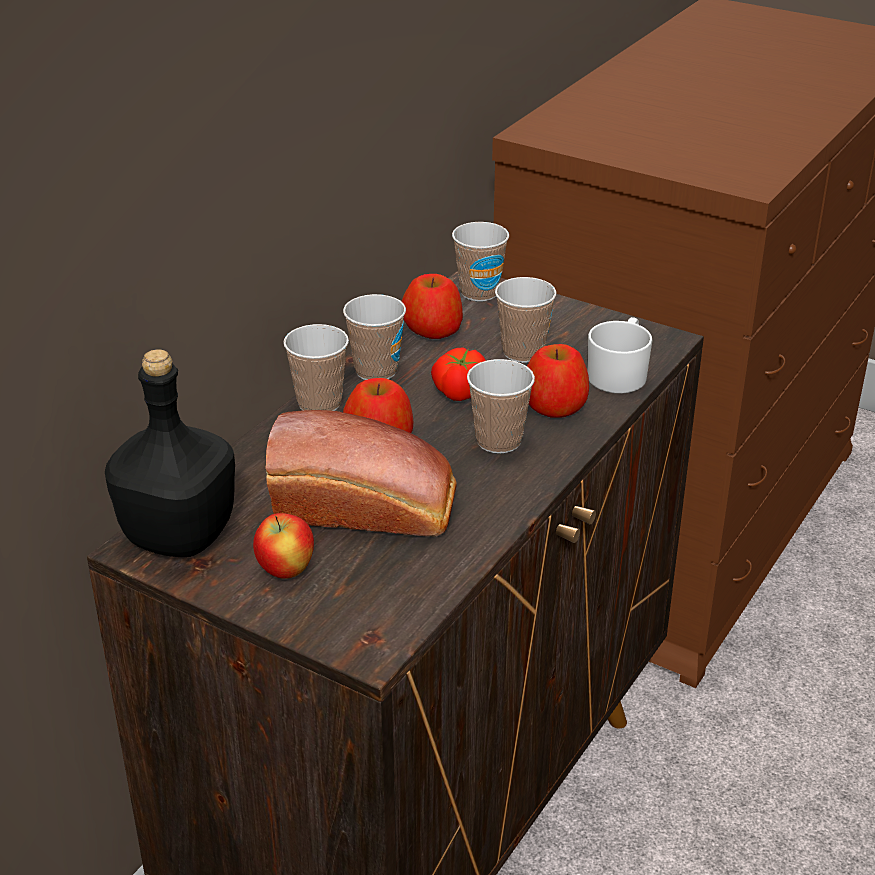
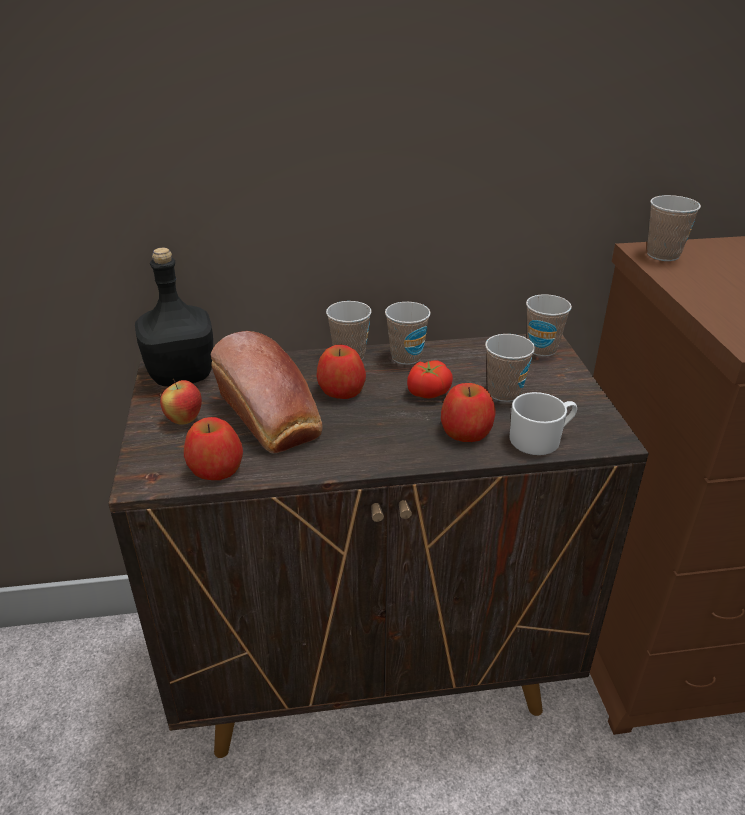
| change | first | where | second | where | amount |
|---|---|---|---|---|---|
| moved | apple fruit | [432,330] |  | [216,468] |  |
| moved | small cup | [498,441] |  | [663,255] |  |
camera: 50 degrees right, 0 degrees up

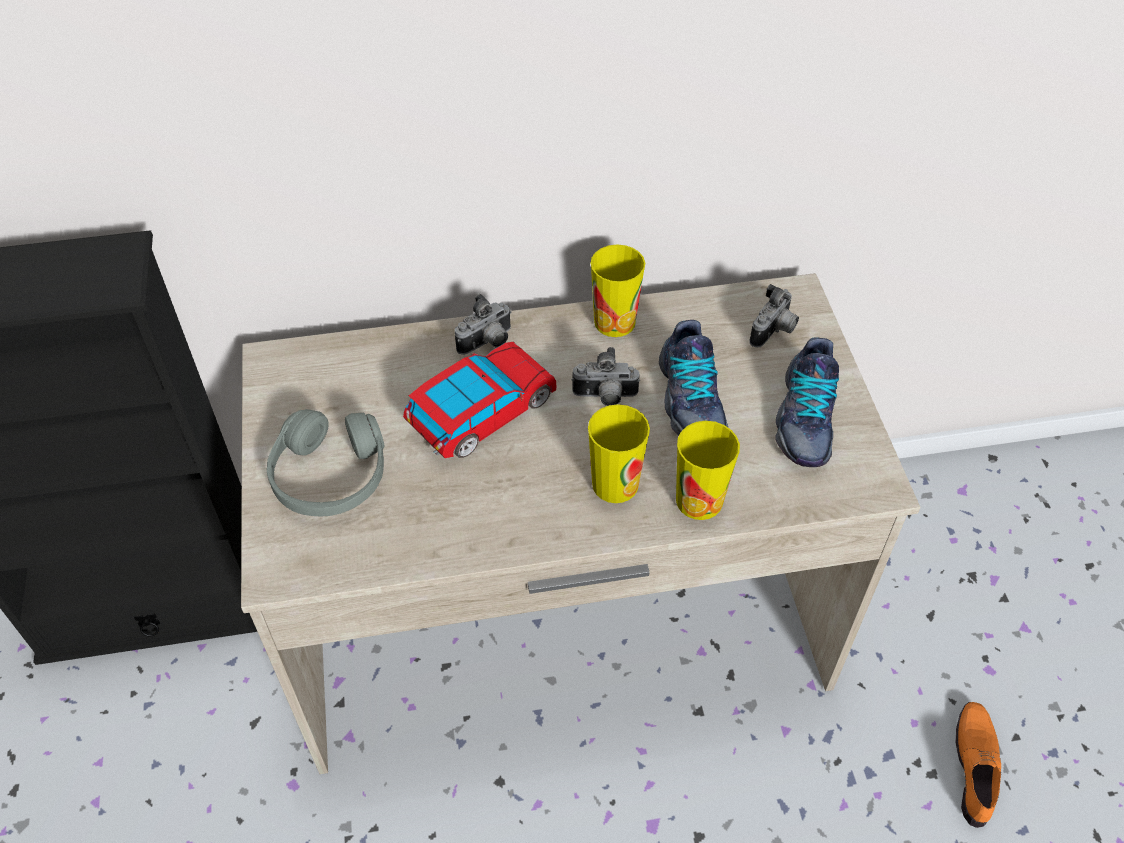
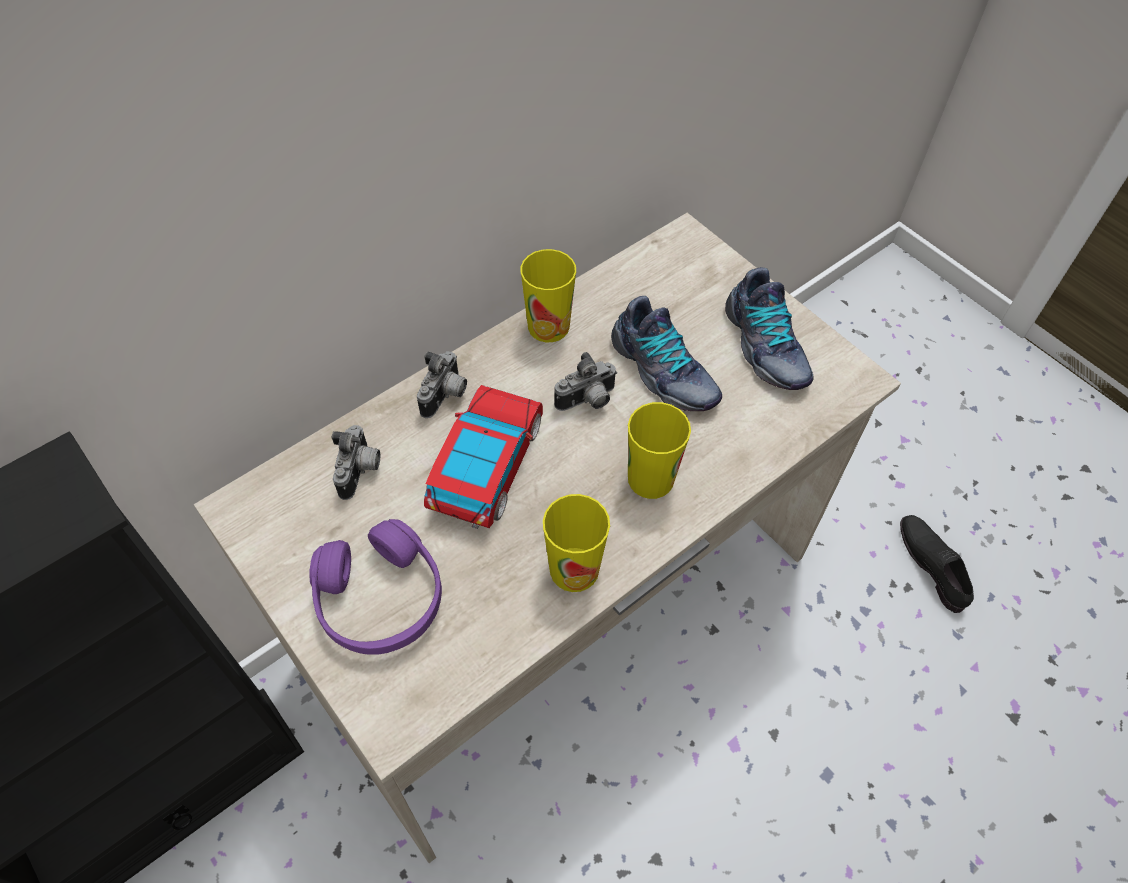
| change | first | where | second | where | amount |
|---|---|---|---|---|---|
| recoloured | gray headphones | [330,475] | purplish headphones | [380,598] |  |
| moved | small cup | [699,500] |  | [574,569] |  |
| moved | still camera | [774,332] |  | [361,471] |  |
| recoloured | orange-coloured item of footwear | [976,766] | blackish item of footwear | [933,564] |  |
camera: 30 degrees left, 5 degrees up

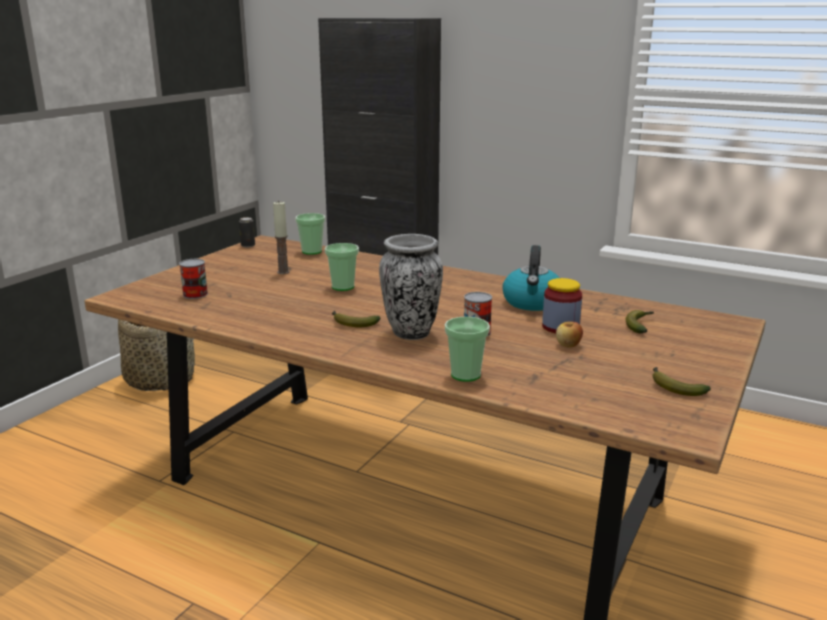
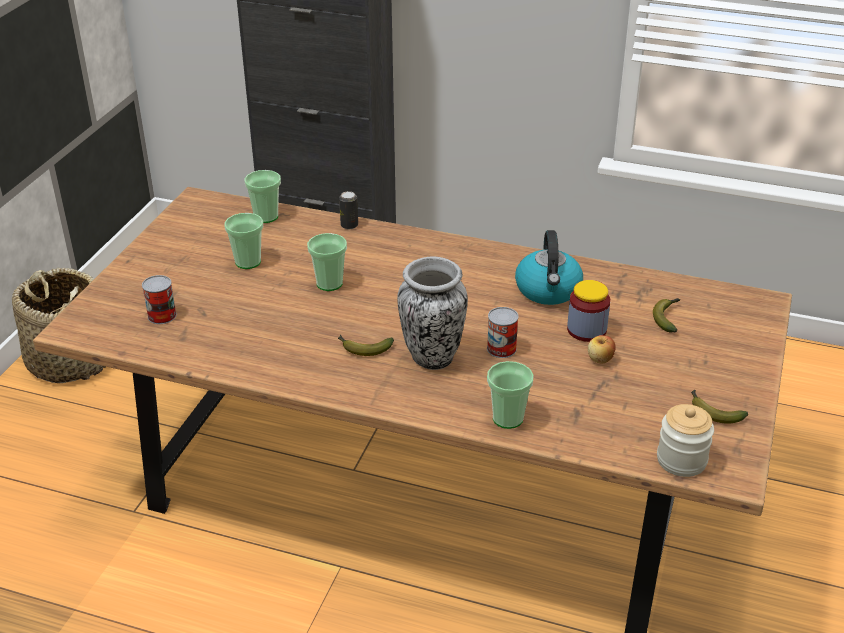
| change | first | where | second | where | amount |
|---|---|---|---|---|---|
| moved | metal can | [248,245] |  | [349,225] |  |
| replaced | candle | [283,272] | small cup | [248,262] |  |
| added |  |  | preserve jar | [681,460] |  |
camera: 10 degrees left, 15 degrees up

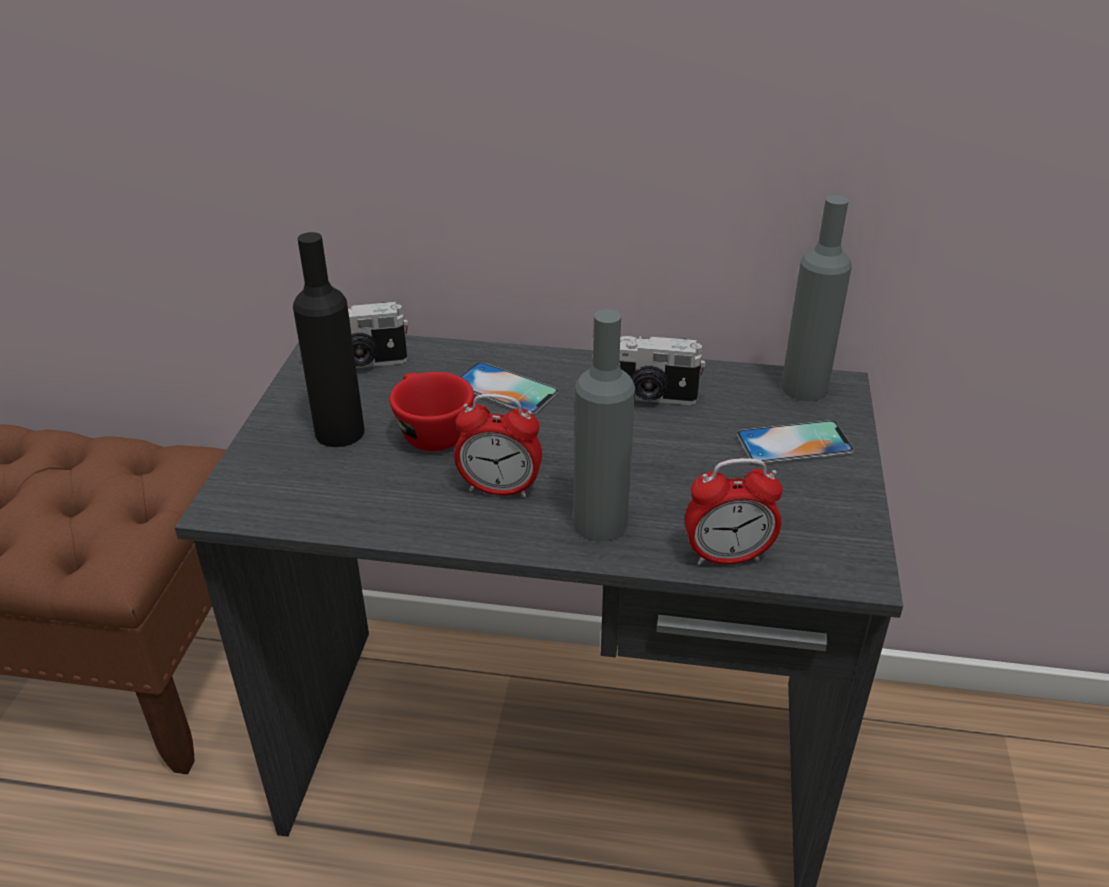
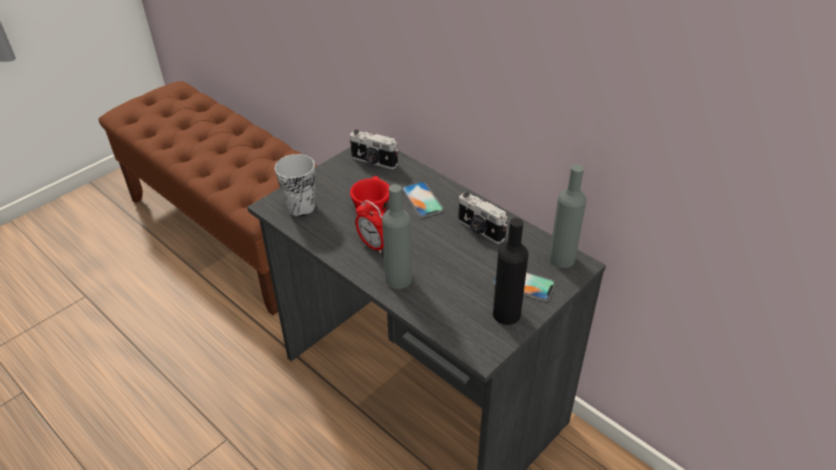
| change | first | where | second | where | amount |
|---|---|---|---|---|---|
| moved | blackish beverage bottle | [340,432] |  | [506,314] |  |
| removed | table clock | [727,556] |  |  |  |
| added |  |  | small cup | [301,207] |  |
camera: 35 degrees right, 5 degrees up

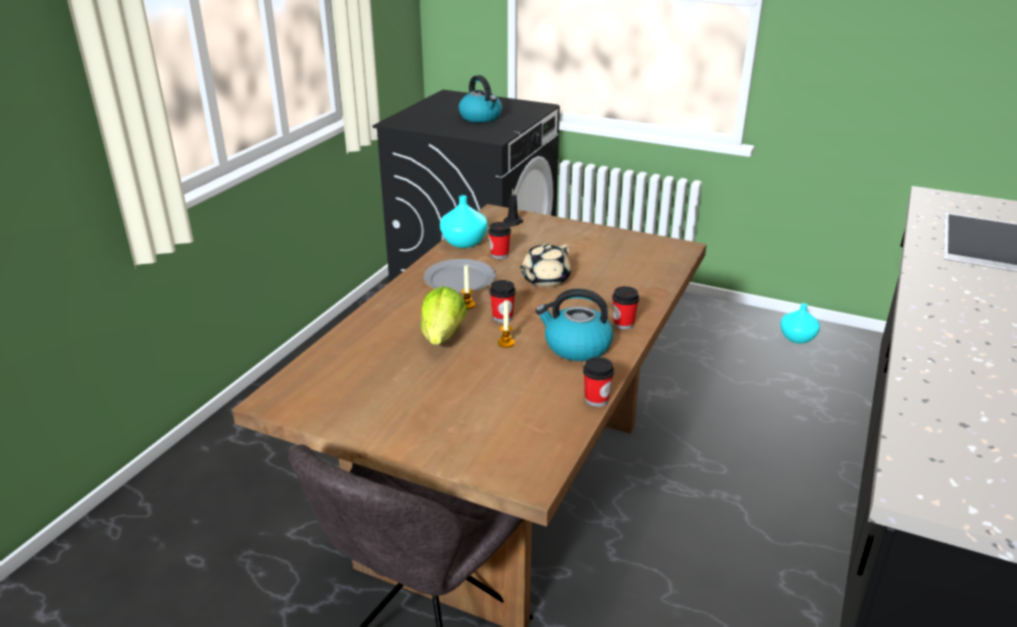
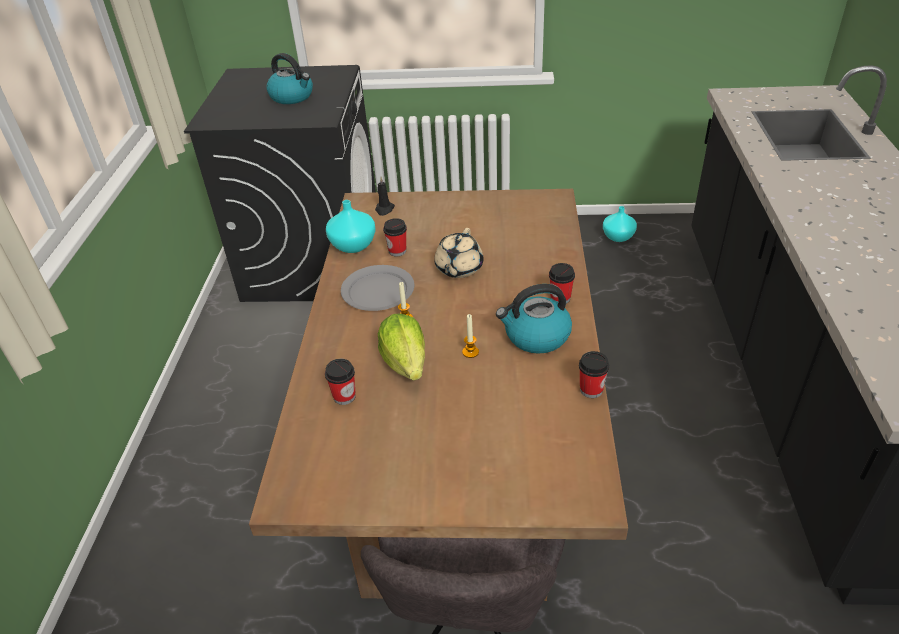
| change | first | where | second | where | amount |
|---|---|---|---|---|---|
| moved | small cup | [502,317] |  | [344,396] |  |
camera: 20 degrees left, 10 degrees up

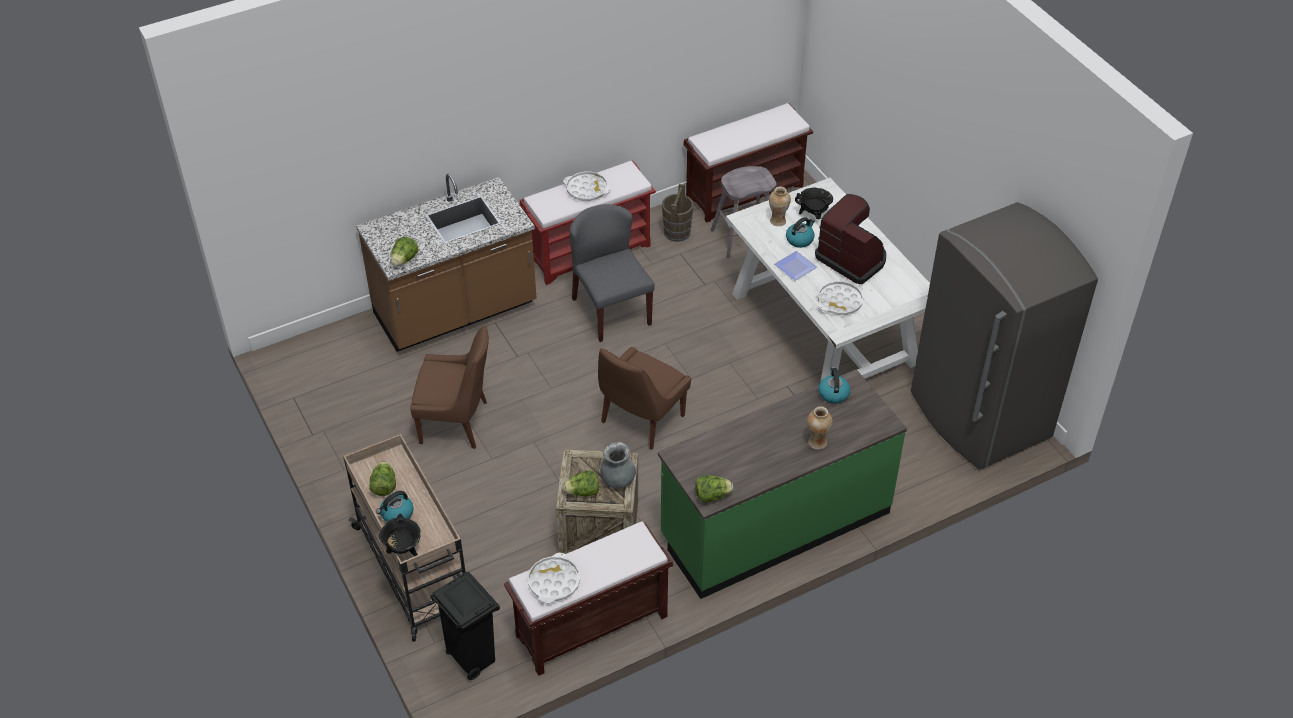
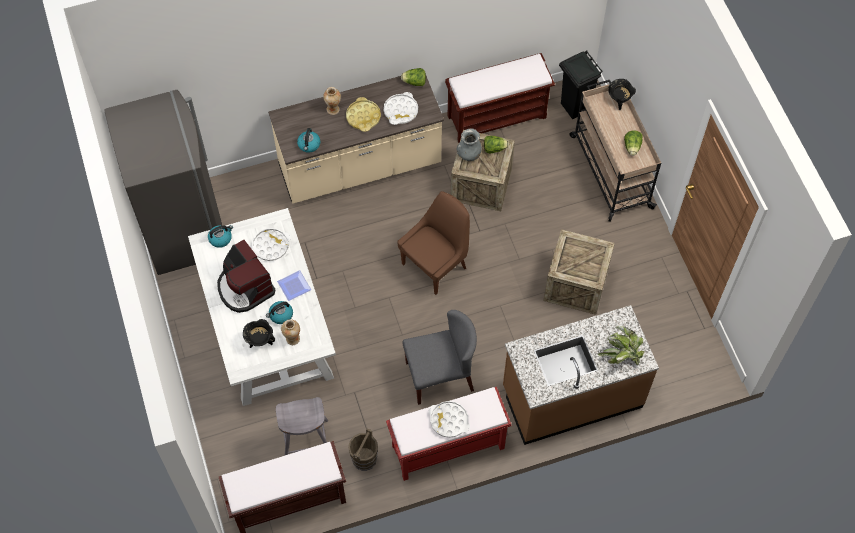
| change | first | where | second | where | amount |
|---|---|---|---|---|---|
| moved | water kettle | [396,514] |  | [221,238] |  |
| removed | lettuce | [404,260] |  |  |  |
| replaced | brown-coloured upright chair | [457,423] | crate | [576,284] |  |
| moved | white serving tray | [554,582] |  | [401,111] |  |
| turned | gray upright chair | [611,311] |  | [440,376] | 90 degrees counterclockwise |
| recoloured | green-coloured kitchen counter | [774,525] | beige kitchen counter | [360,167] |  |
| added |  |  | yellowish serving tray | [363,117] |  |
| added |  |  | houseplant | [621,355] |  |
camera: 170 degrees left, 15 degrees up

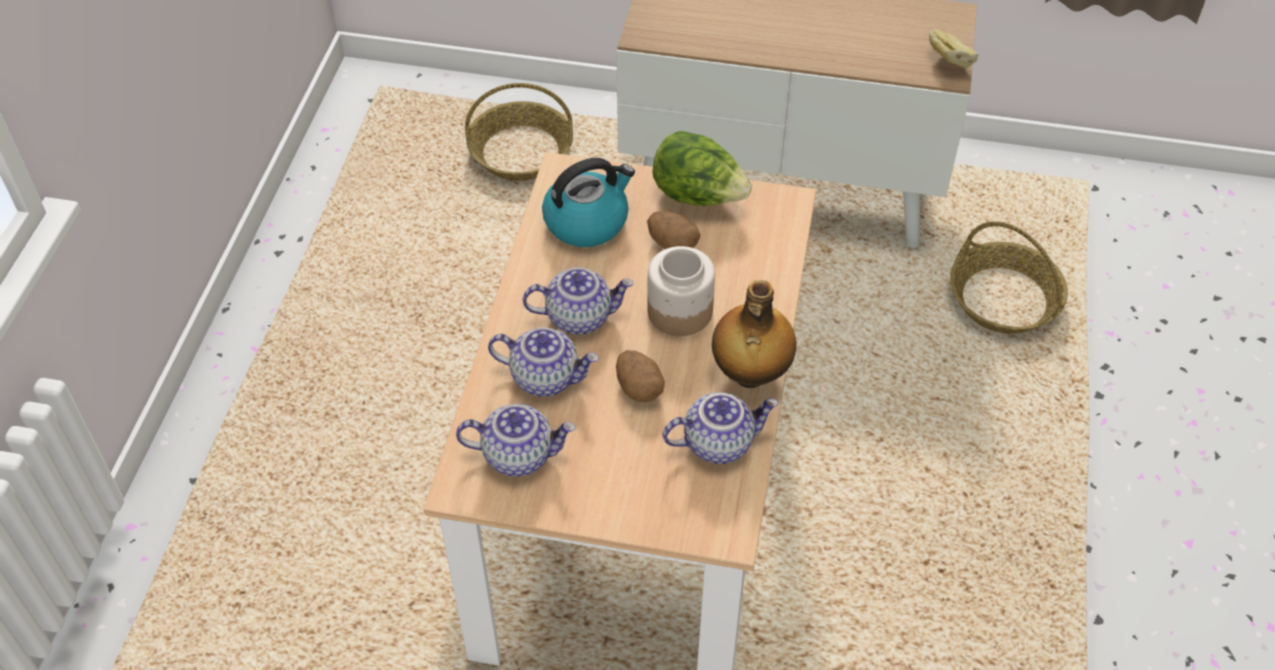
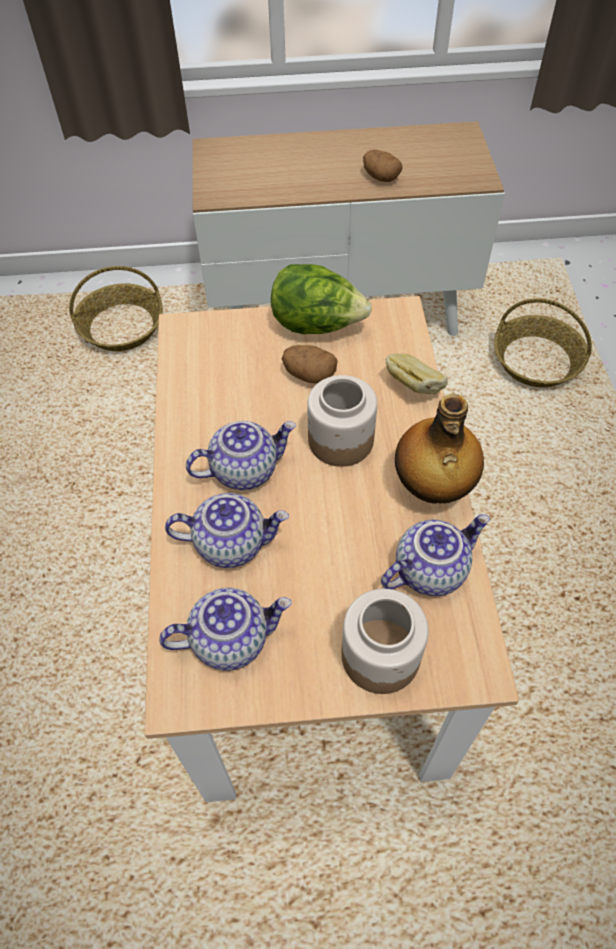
| change | first | where | second | where | amount |
|---|---|---|---|---|---|
| removed | water kettle | [587,221] |  |  |  |
| moved | spud | [639,388] |  | [381,177] |  |
| moved | bread | [948,63] |  | [413,388] |  |
| added |  |  | preserve jar | [381,655] |  |
camera: 15 degrees left, 5 degrees up

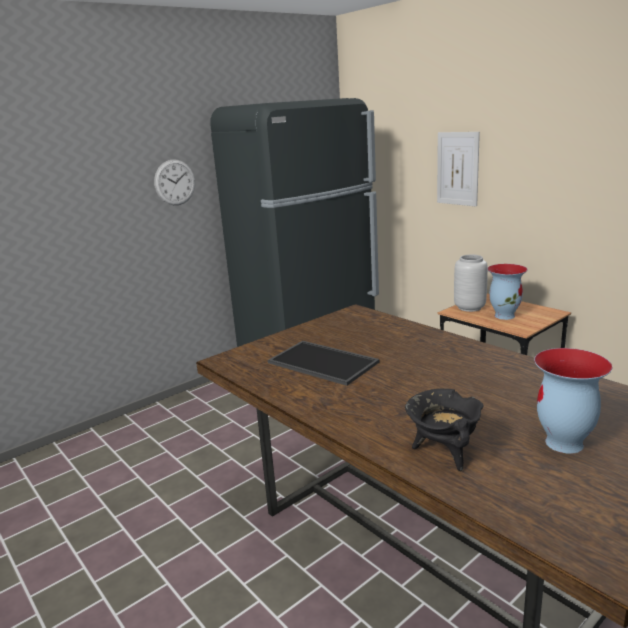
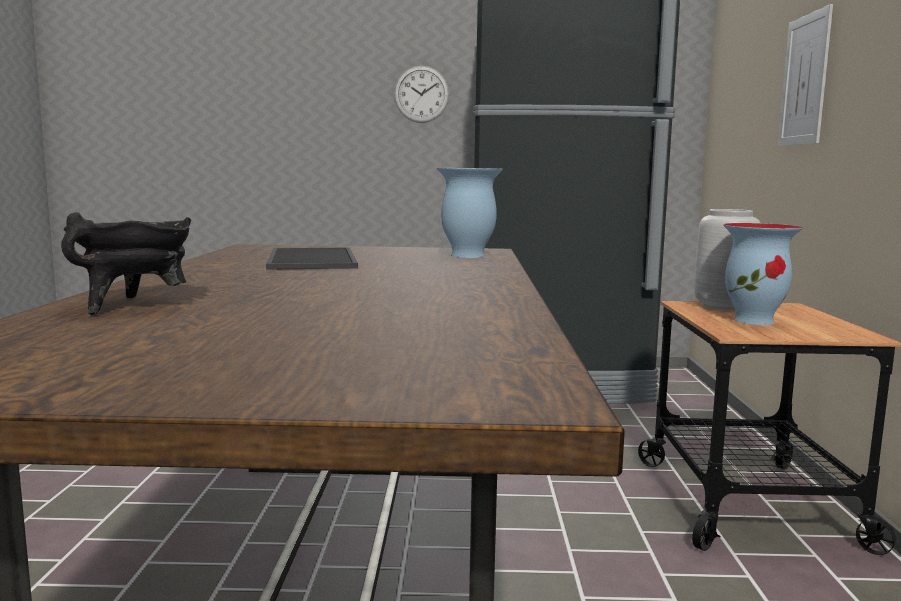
| change | first | where | second | where | amount |
|---|---|---|---|---|---|
| moved | vase | [564,444] |  | [467,256] |  |
camera: 40 degrees right, 10 degrees down

